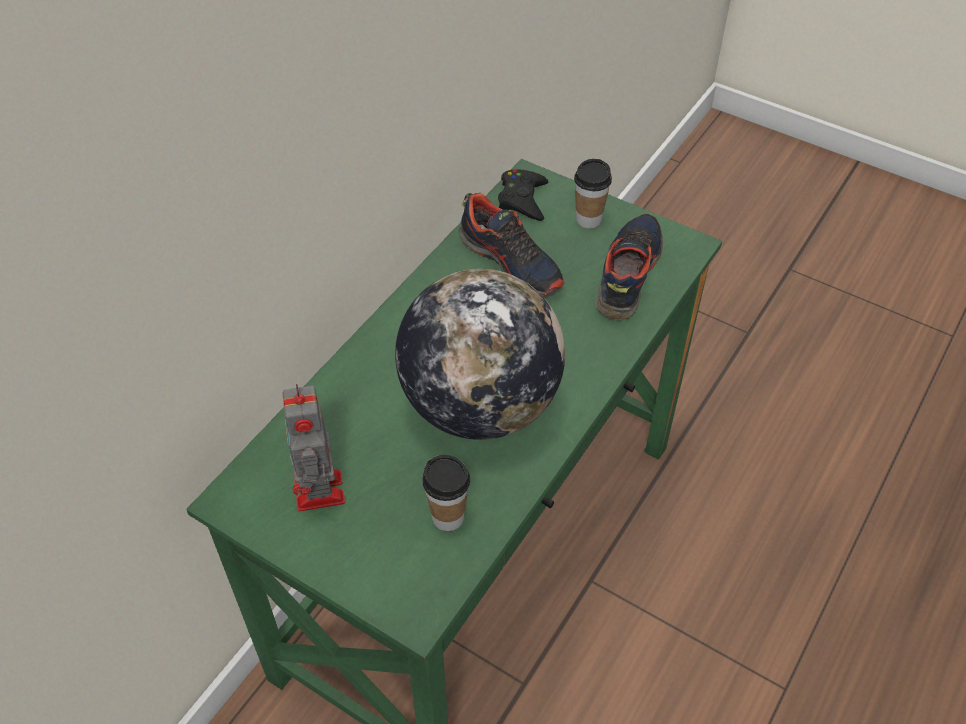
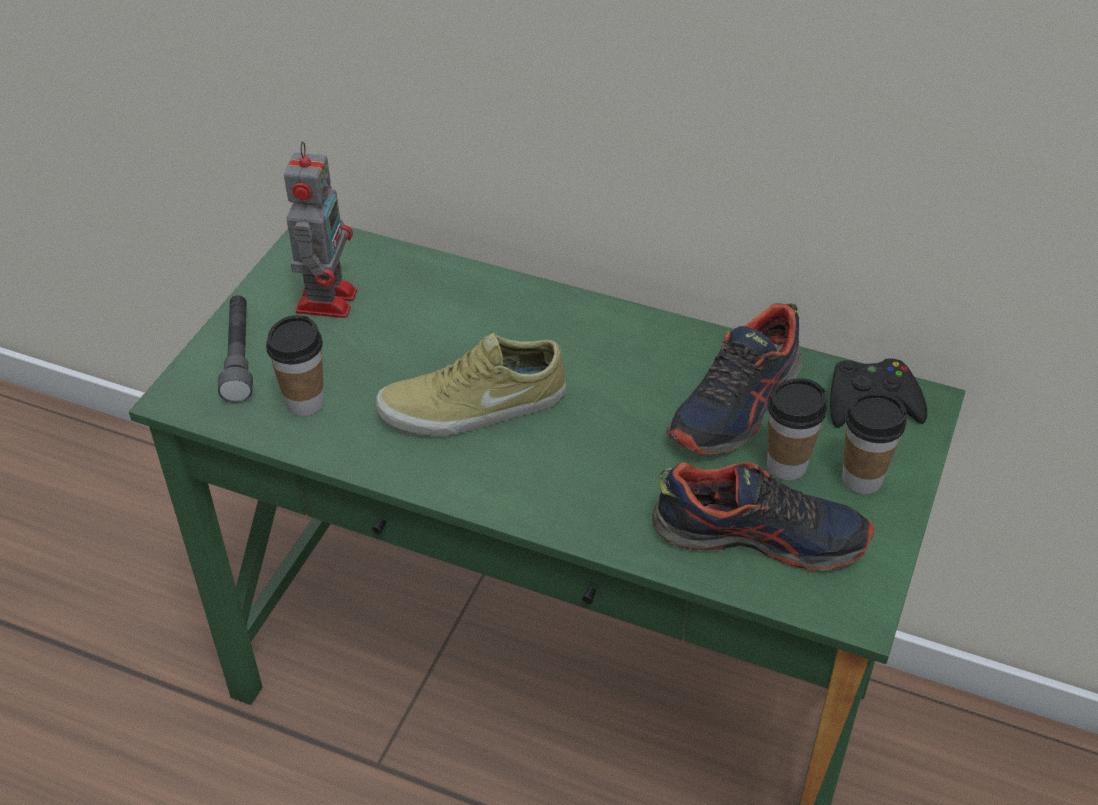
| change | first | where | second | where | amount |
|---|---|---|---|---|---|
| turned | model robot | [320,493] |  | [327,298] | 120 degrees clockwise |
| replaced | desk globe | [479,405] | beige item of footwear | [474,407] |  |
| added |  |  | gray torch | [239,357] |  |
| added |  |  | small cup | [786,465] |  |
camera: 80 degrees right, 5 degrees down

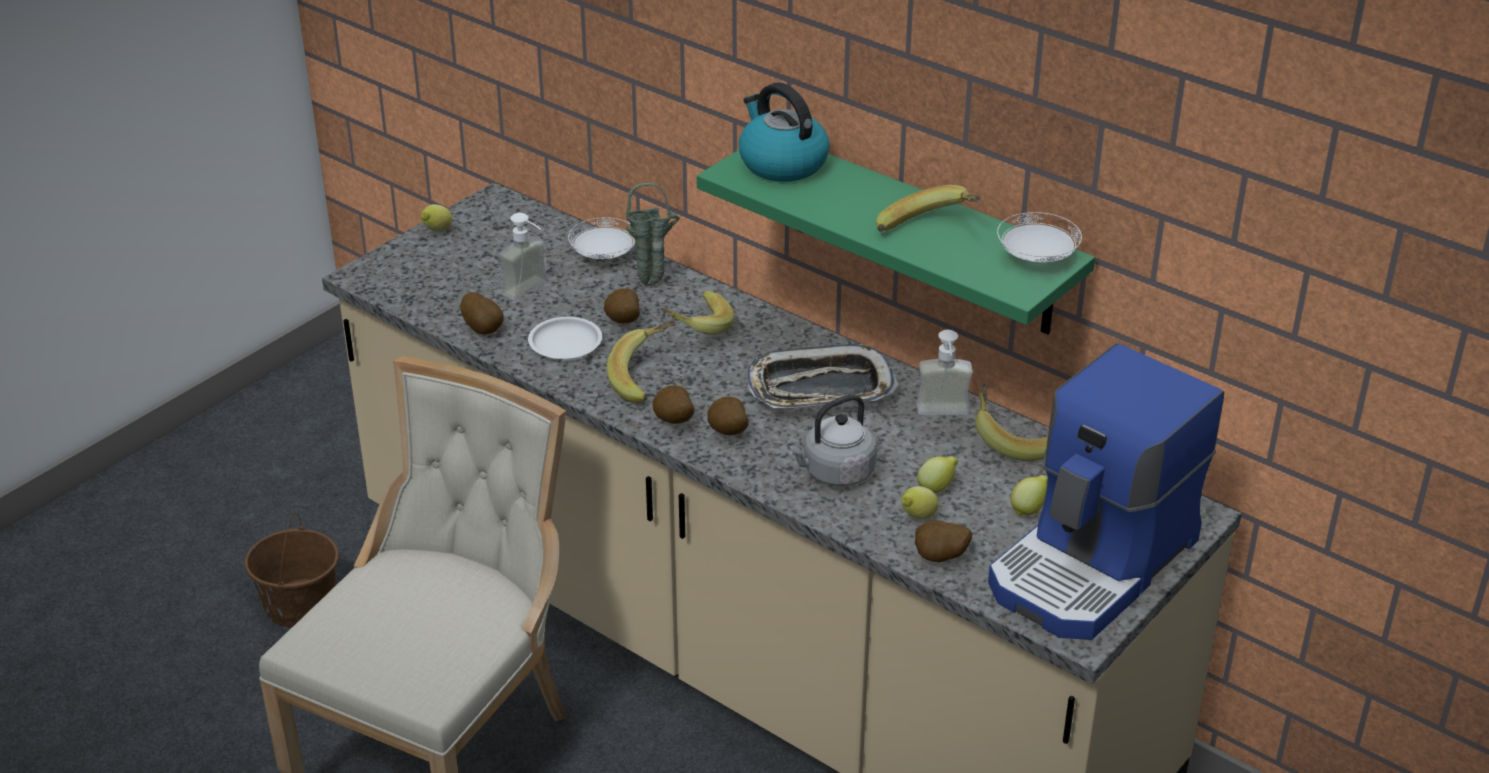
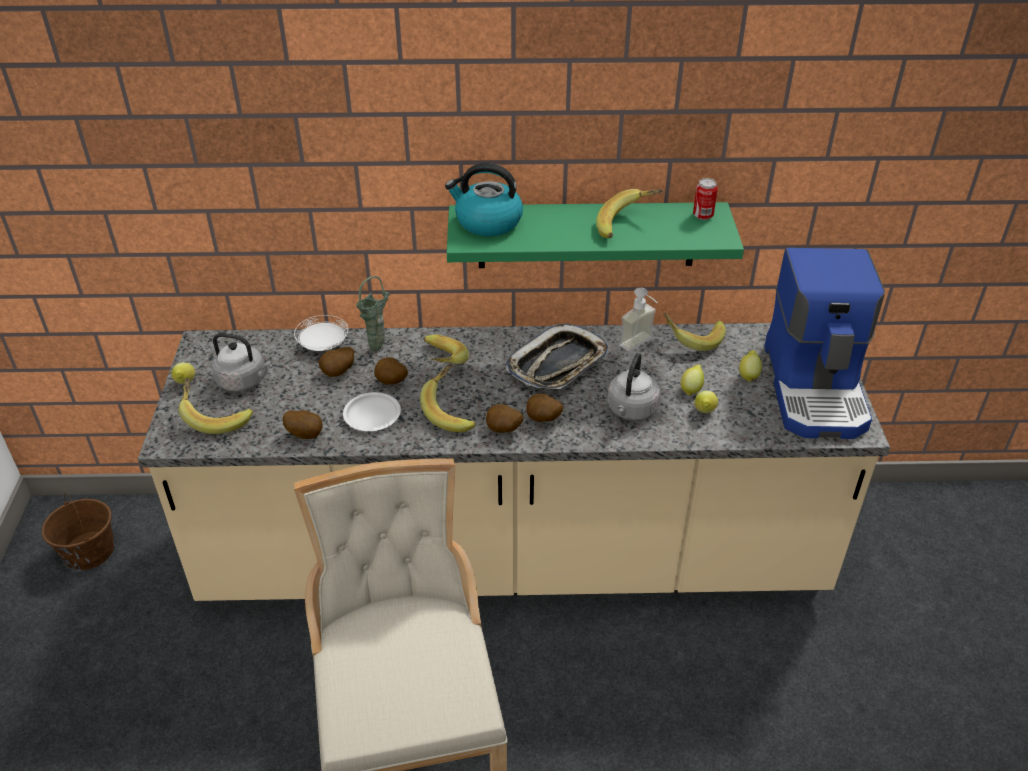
| change | first | where | second | where | amount |
|---|---|---|---|---|---|
| moved | brown-coloured bucket | [300,604] |  | [88,551] |  |
| removed | soap dispenser | [532,292] |  |  |  |
| moved | spud | [940,559] |  | [339,373] |  |
| replaced | white flat dish | [1036,257] | metal can | [703,216] |  |
| added |  |  | banana | [216,417] |  |
| added |  |  | gray water kettle | [244,381] |  |
camera: 40 degrees left, 5 degrees up

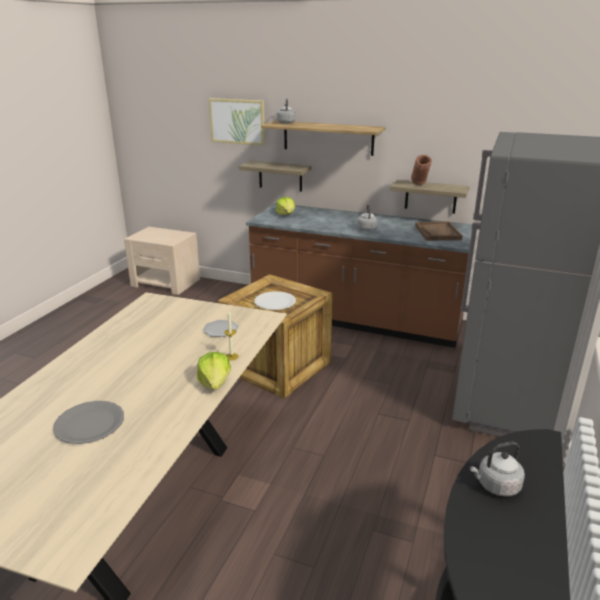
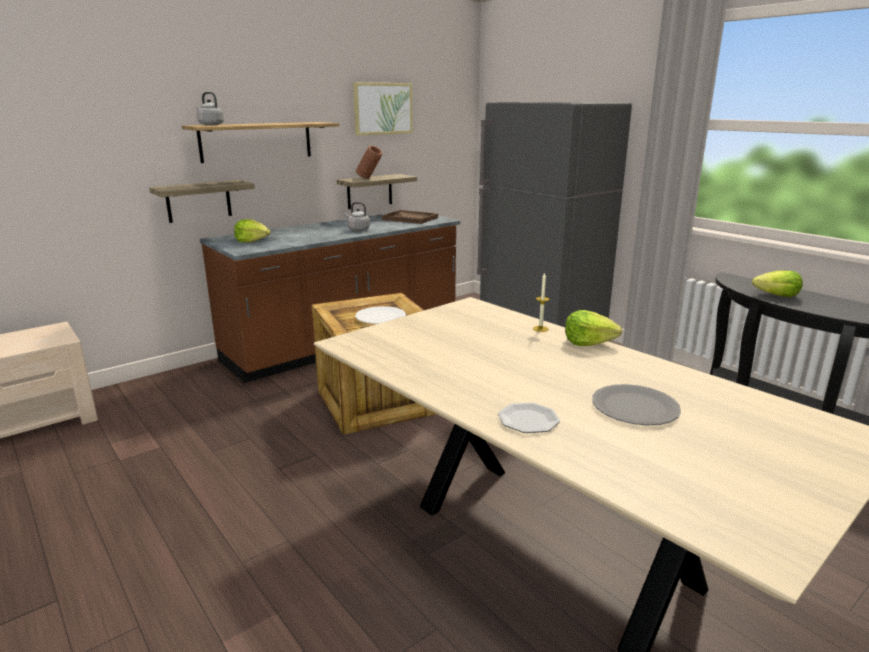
| change | first | where | second | where | amount |
|---|---|---|---|---|---|
| moved | flat dish | [220,330] |  | [529,420] |  |
| moved | wall picture | [237,121] |  | [383,108] |  |
| replaced | gray water kettle | [496,486] | lettuce | [777,295] |  |
camera: 60 degrees left, 5 degrees down

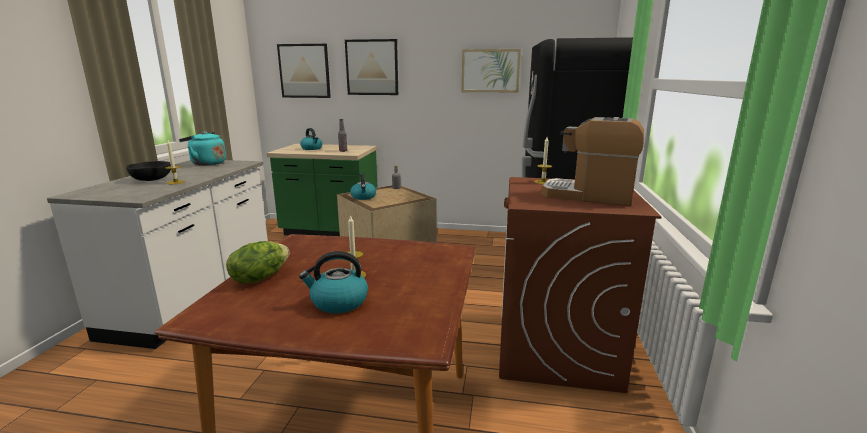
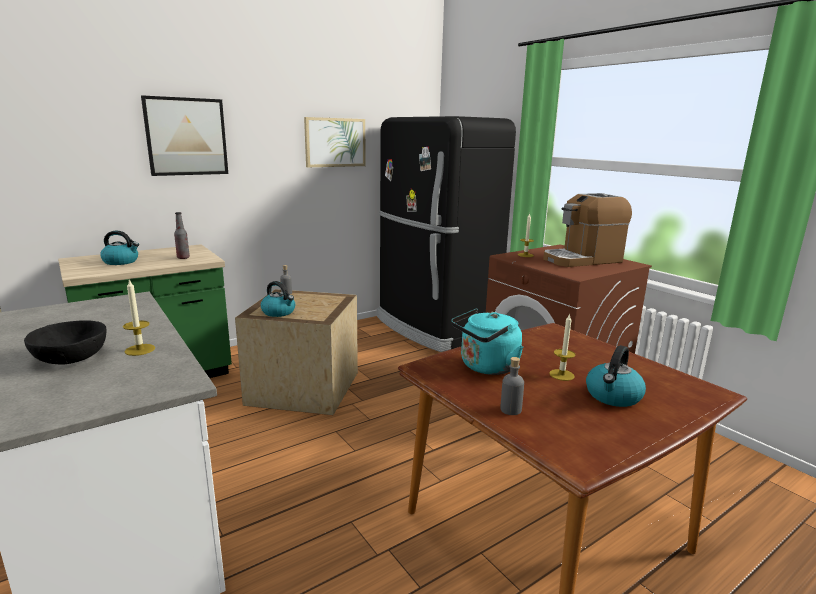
| change | first | where | second | where | amount |
|---|---|---|---|---|---|
| moved | turquoise-coloured water kettle | [206,163] |  | [486,367] |  |
| replaced | lettuce | [260,277] | gray beverage bottle | [510,410] |  |
| removed | wall picture | [304,71] |  |  |  |
camera: 45 degrees left, 0 degrees up

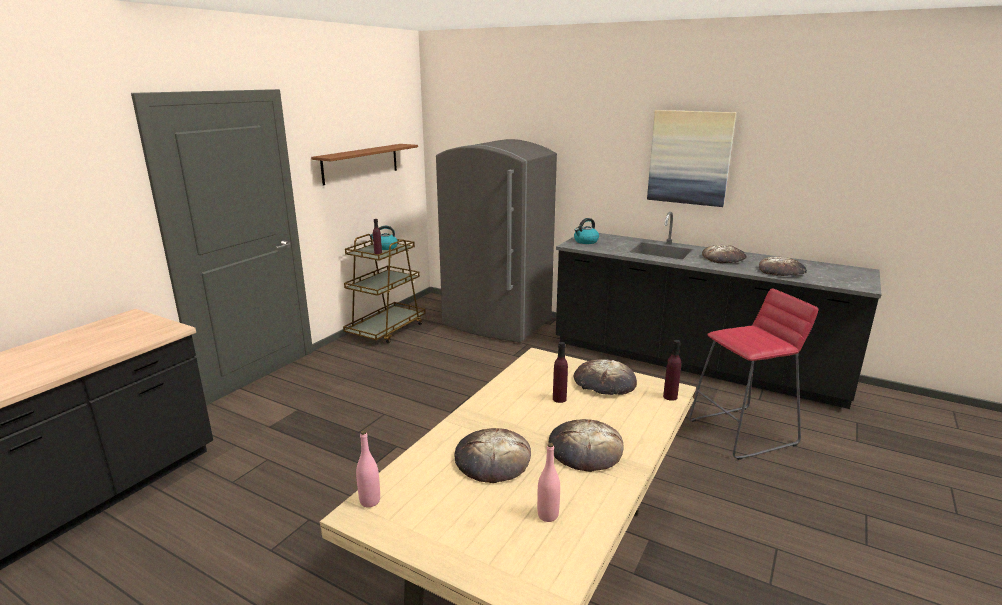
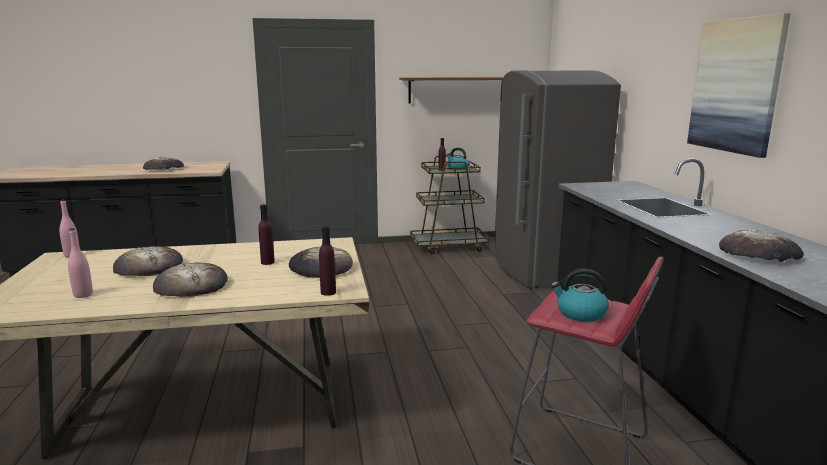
| change | first | where | second | where | amount |
|---|---|---|---|---|---|
| moved | water kettle | [585,241] |  | [580,313] |  |
| moved | bread | [723,258] |  | [164,169] |  |
camera: 50 degrees right, 5 degrees down

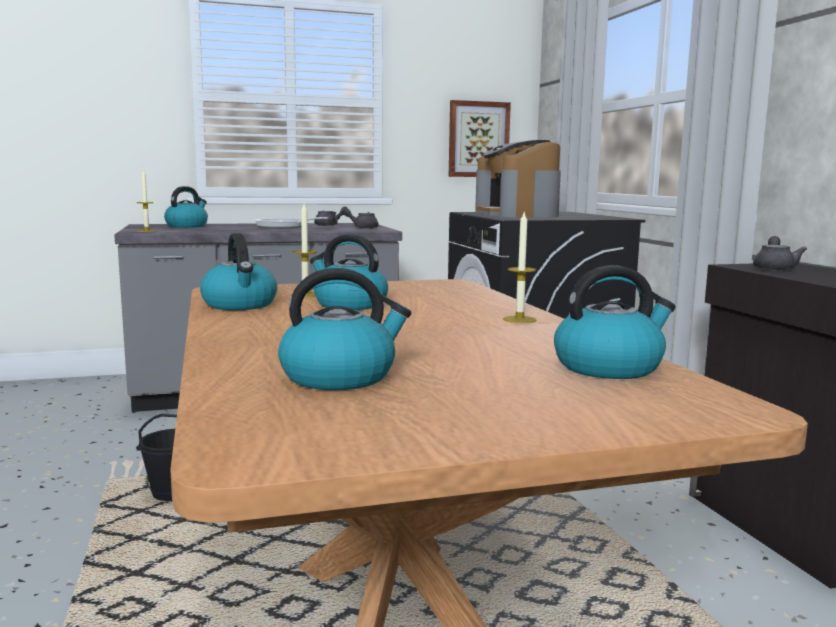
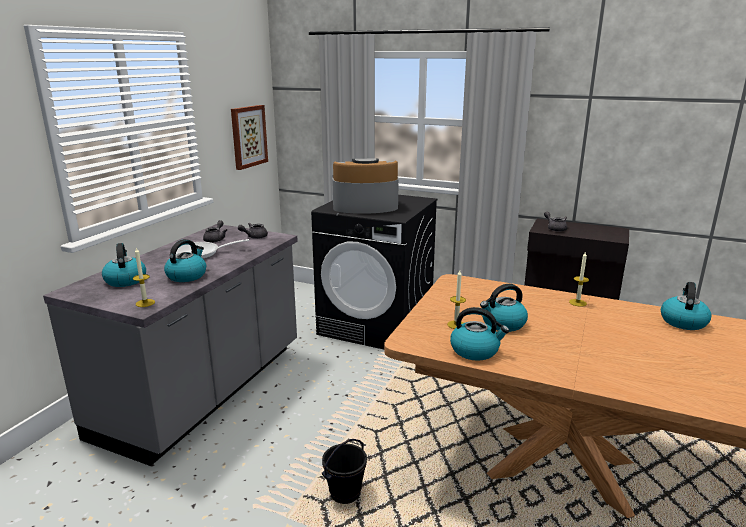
| change | first | where | second | where | amount |
|---|---|---|---|---|---|
| moved | water kettle | [340,377] |  | [187,276] |  |
| turned | coffee maker | [517,214] |  | [364,206] | 150 degrees clockwise |
camera: 50 degrees left, 10 degrees up

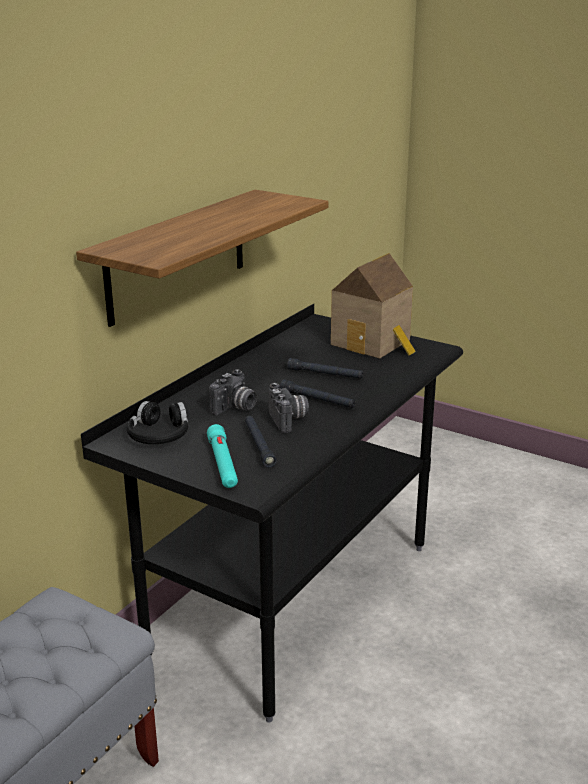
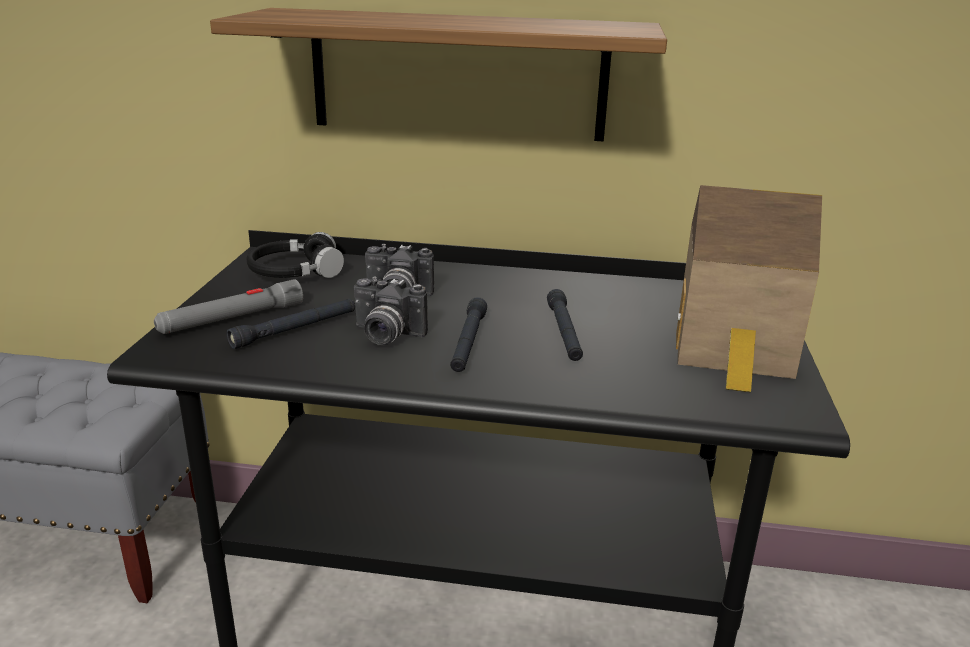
| change | first | where | second | where | amount |
|---|---|---|---|---|---|
| recoloured | turquoise-coloured torch | [222,464] | gray torch | [232,318] |  |
| turned | still camera | [289,420] |  | [385,335] | 60 degrees clockwise |
camera: 65 degrees right, 0 degrees up

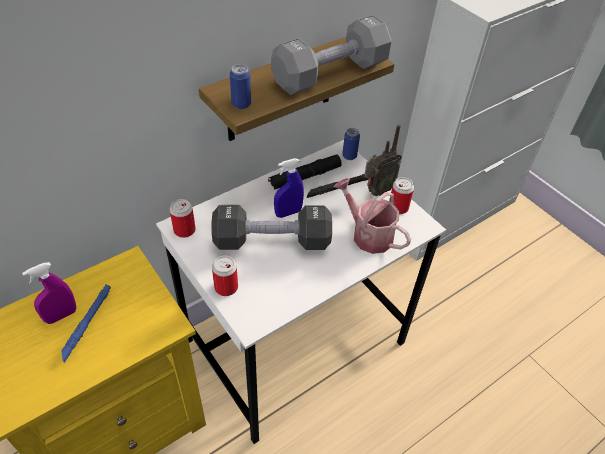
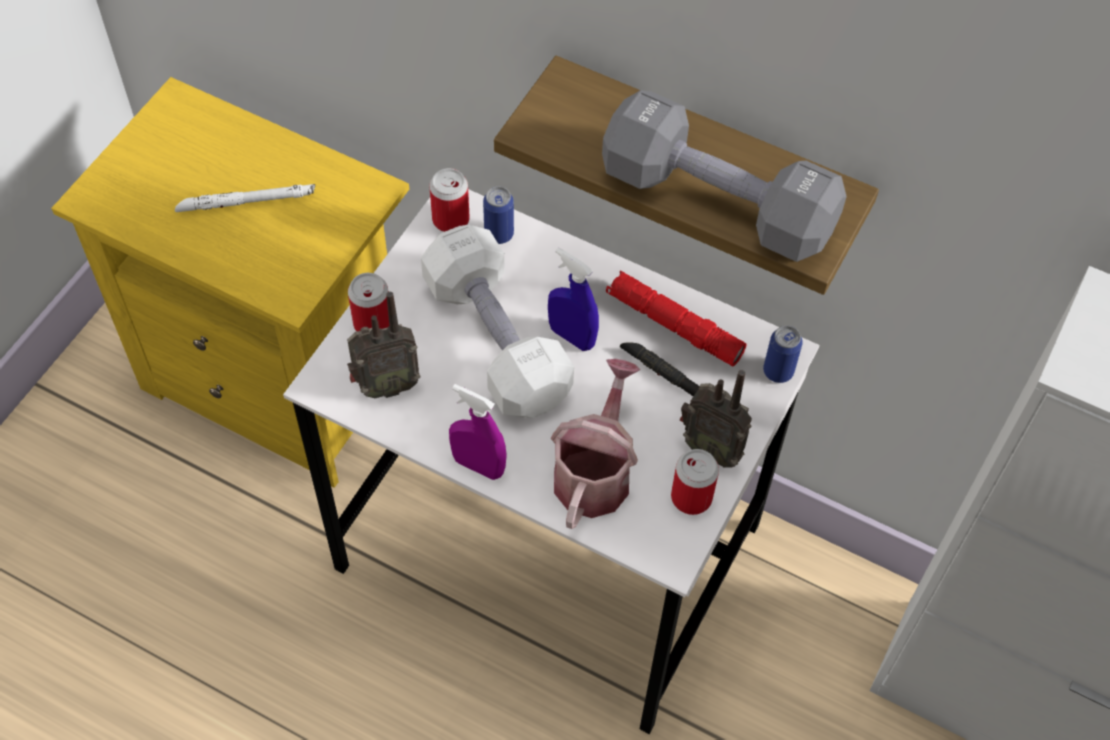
| change | first | where | second | where | amount |
|---|---|---|---|---|---|
| moved | purplish sprayer | [61,315] |  | [478,465] |  |
| recoloured | bluish torch | [87,324] | white torch | [246,202] |  |
| recoloured | blackish dumbbell | [272,241] | white dumbbell | [496,341] |  |
| moved | metal can | [241,104] |  | [499,234] |  |
| recoloured | blackish torch | [305,177] | red-coloured torch | [674,325] |  |
| added |  |  | radio receiver | [385,385] |  |
camera: 65 degrees right, 10 degrees up

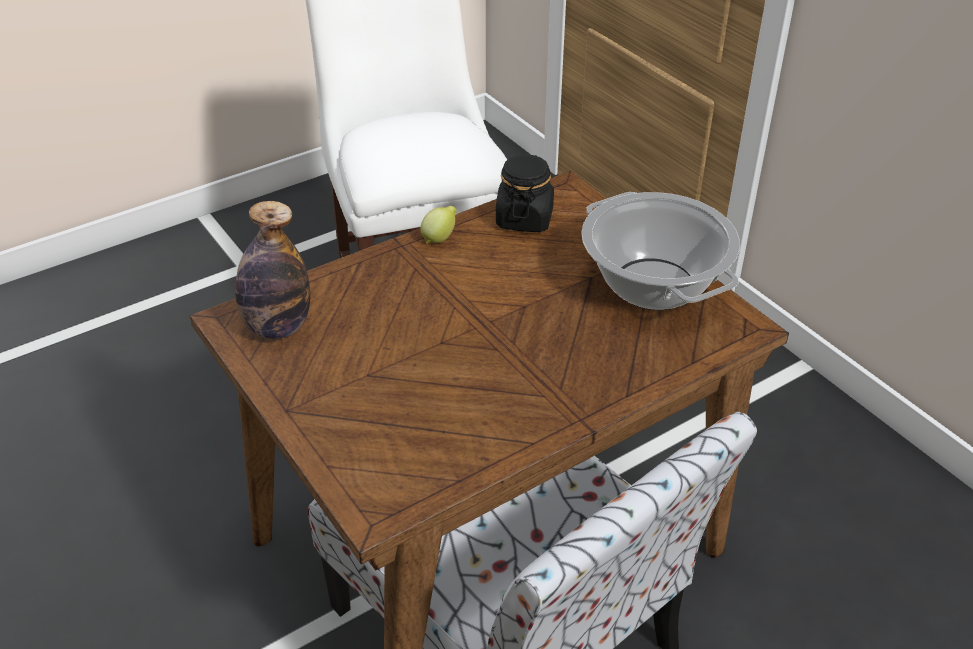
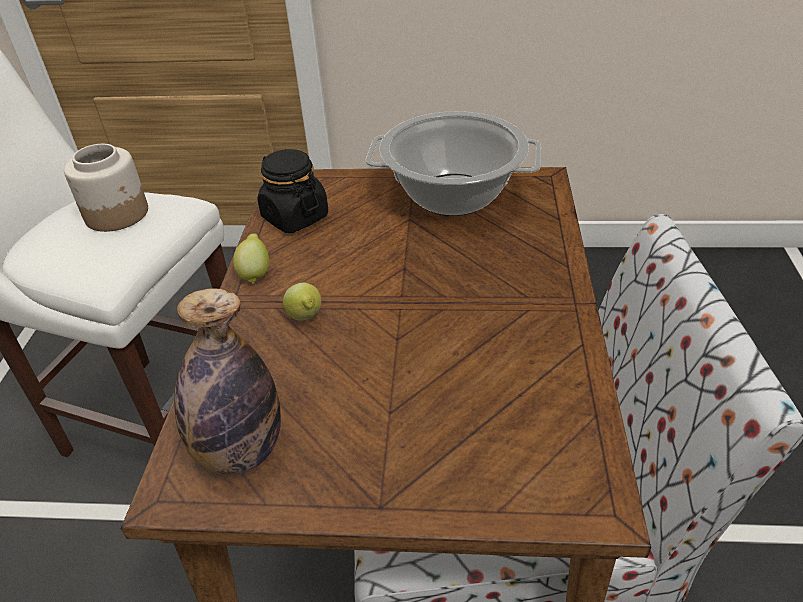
| change | first | where | second | where | amount |
|---|---|---|---|---|---|
| added |  |  | preserve jar | [118,214] |  |
| added |  |  | lemon | [306,318] |  |
camera: 50 degrees left, 0 degrees up

